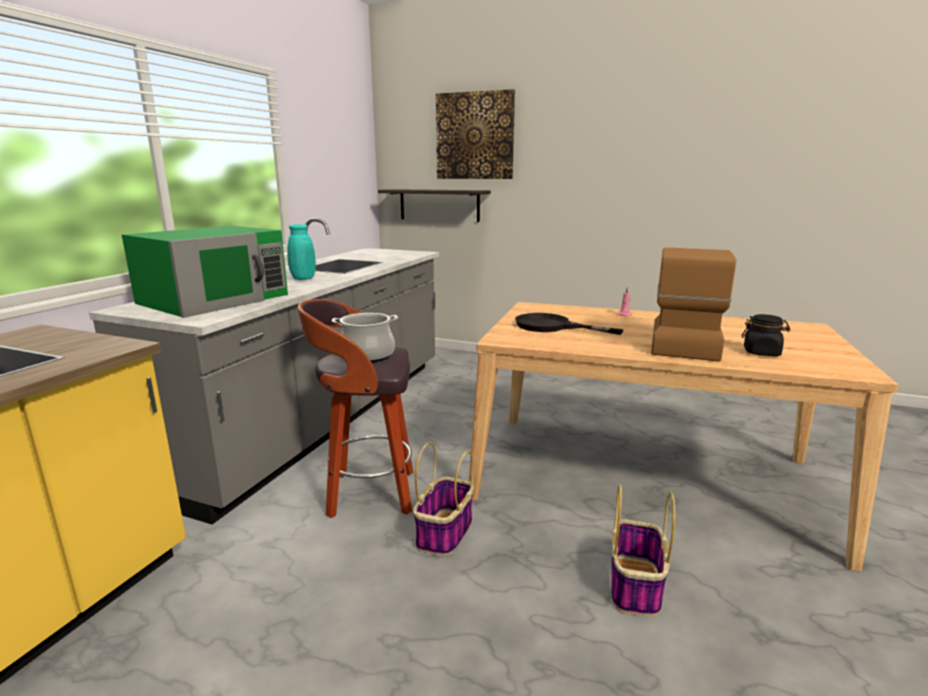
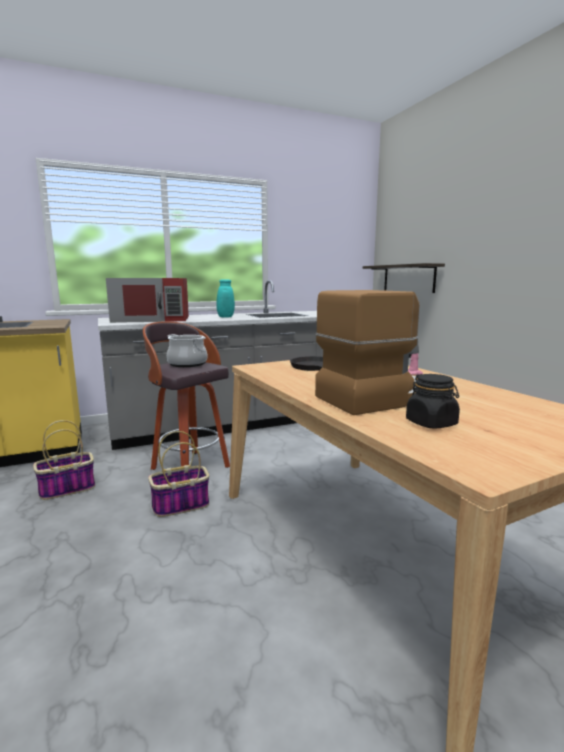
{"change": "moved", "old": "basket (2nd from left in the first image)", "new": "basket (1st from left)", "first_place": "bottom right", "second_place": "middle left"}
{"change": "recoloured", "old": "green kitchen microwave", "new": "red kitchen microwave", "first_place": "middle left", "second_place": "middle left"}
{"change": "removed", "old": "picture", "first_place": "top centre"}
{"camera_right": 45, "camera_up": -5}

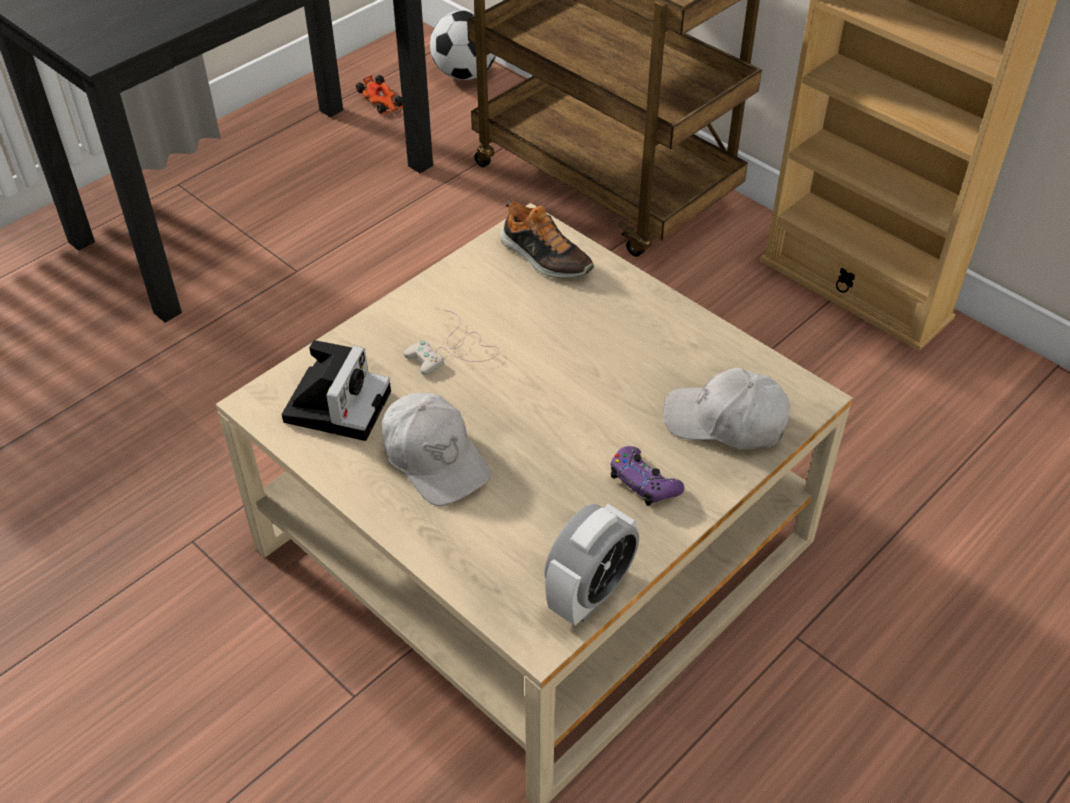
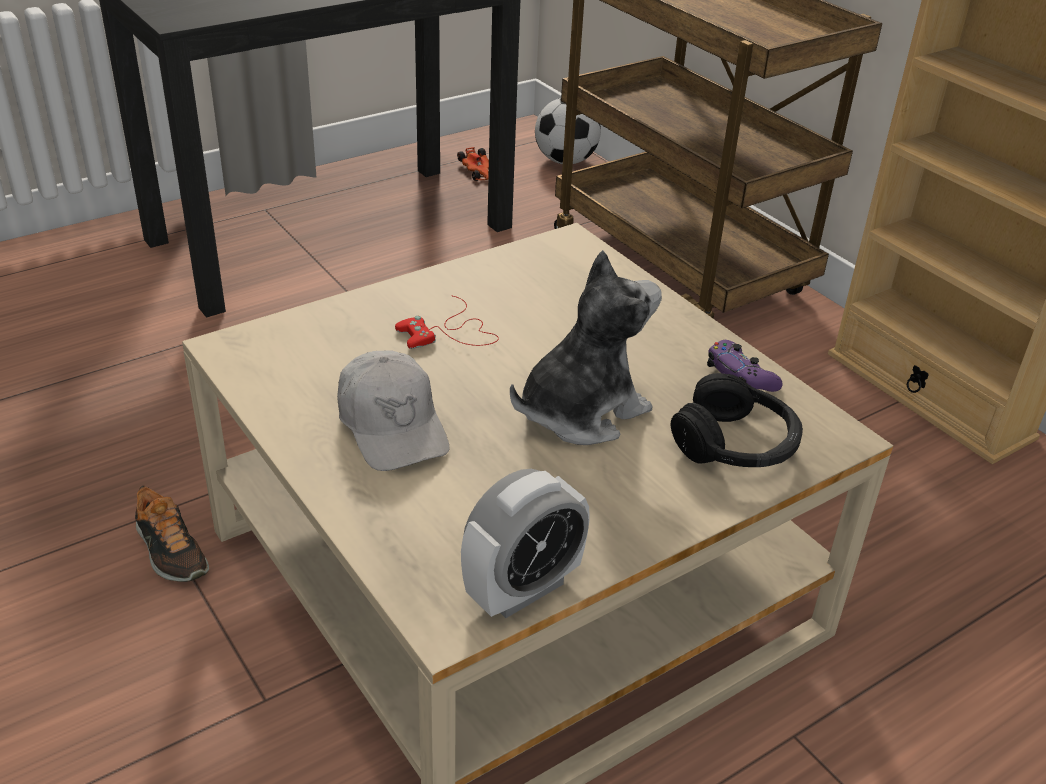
{"change": "moved", "old": "shoe", "first_place": "top centre", "second_place": "bottom left"}
{"change": "recoloured", "old": "white-coloured gamepad", "new": "red gamepad", "first_place": "centre", "second_place": "centre"}
{"change": "added", "new": "soft toy", "second_place": "centre"}
{"change": "replaced", "old": "white-coloured peaked cap (2nd from left)", "new": "black-coloured headphones", "first_place": "middle right", "second_place": "middle right"}
{"change": "moved", "old": "purple-coloured gamepad", "first_place": "centre", "second_place": "middle right"}
{"change": "removed", "old": "still camera", "first_place": "middle left"}
{"camera_right": 10, "camera_up": -10}

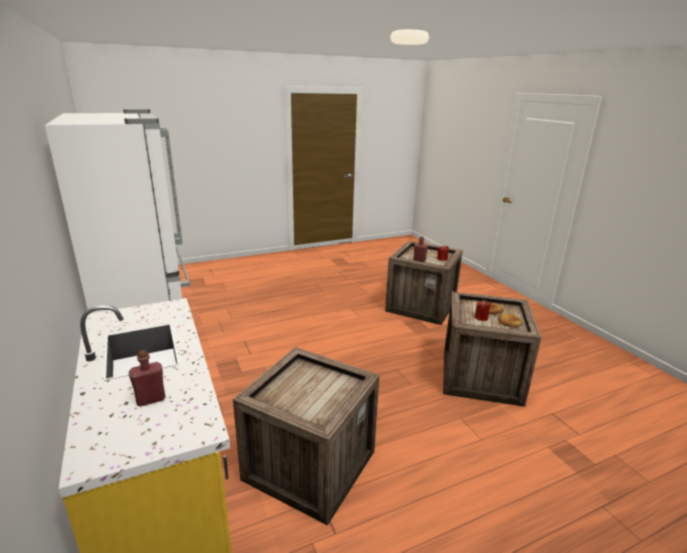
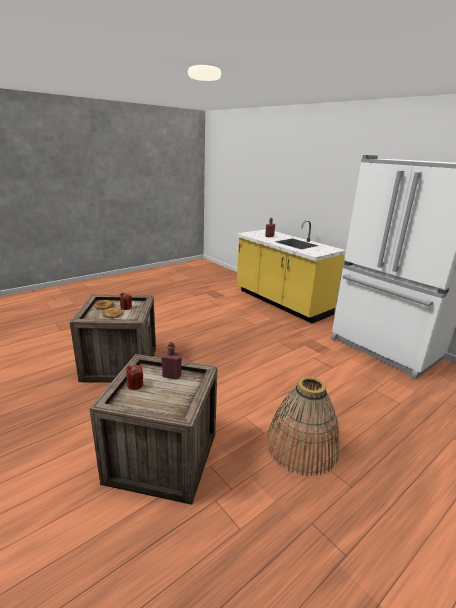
{"change": "added", "new": "basket", "second_place": "bottom centre"}
{"change": "removed", "old": "packing crate (1st from left)", "first_place": "bottom centre"}
{"camera_right": 165, "camera_up": 0}

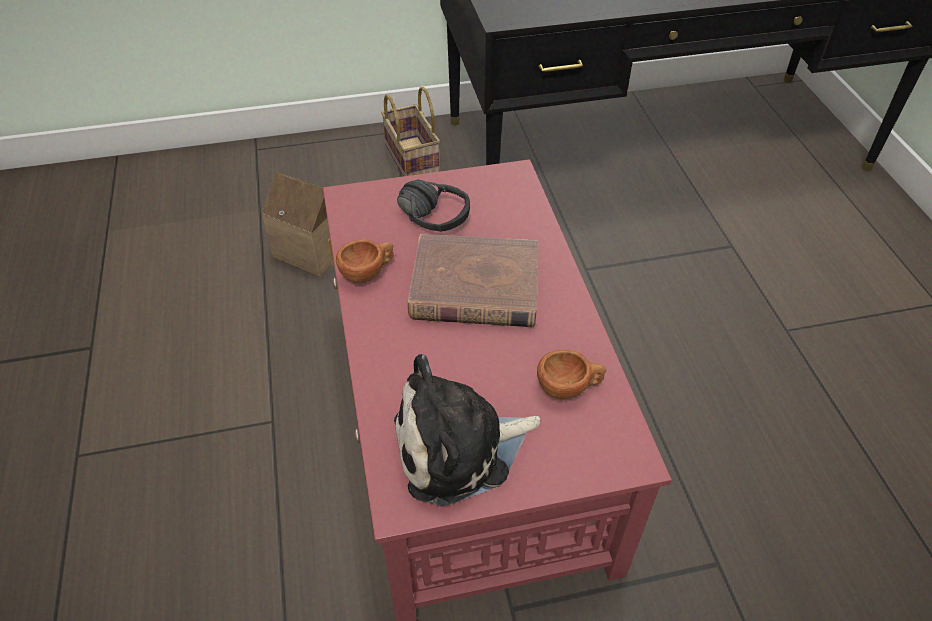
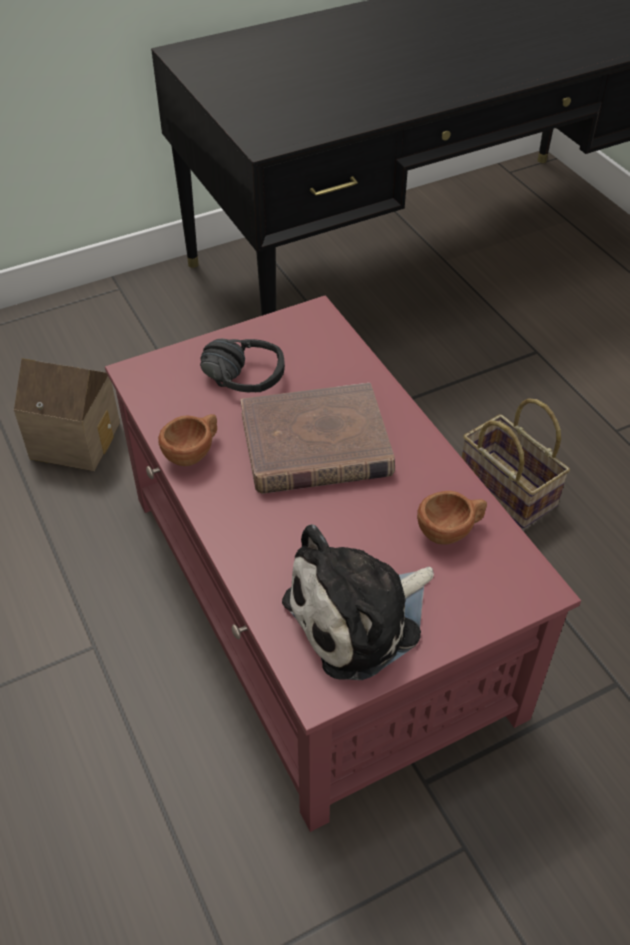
{"change": "moved", "old": "basket", "first_place": "top centre", "second_place": "middle right"}
{"camera_right": -15, "camera_up": 0}

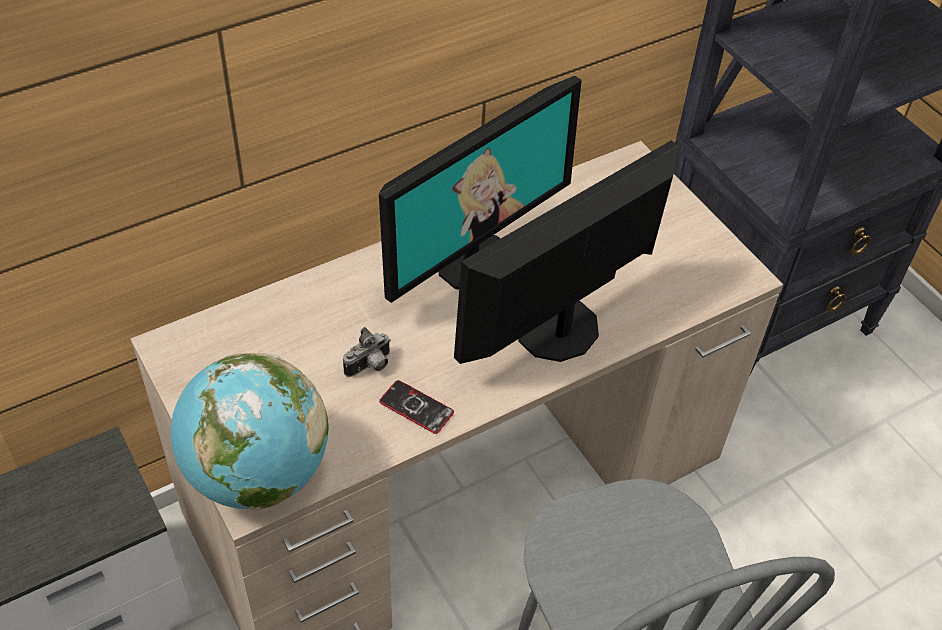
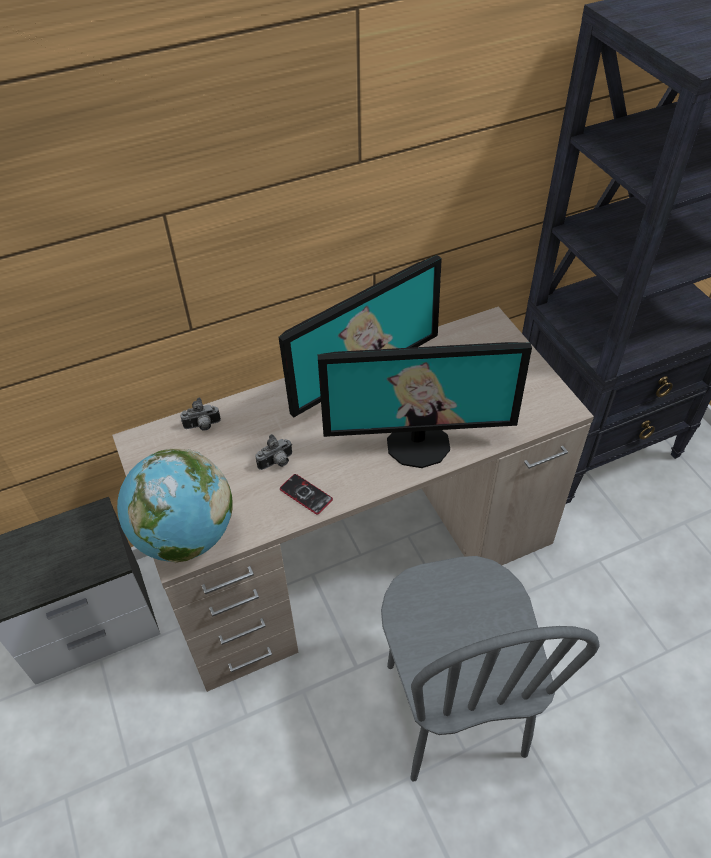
{"change": "added", "new": "still camera (1st from left)", "second_place": "middle left"}
{"change": "turned", "old": "monitor (2nd from left)", "first_place": "centre", "second_place": "centre", "degrees": -150}
{"camera_right": 10, "camera_up": 0}

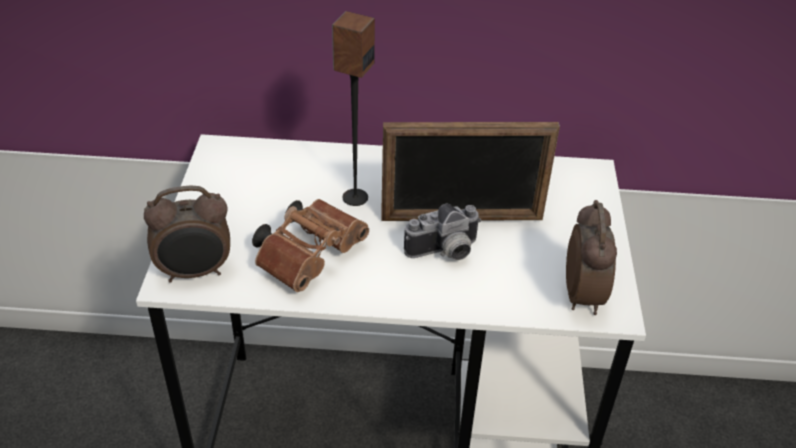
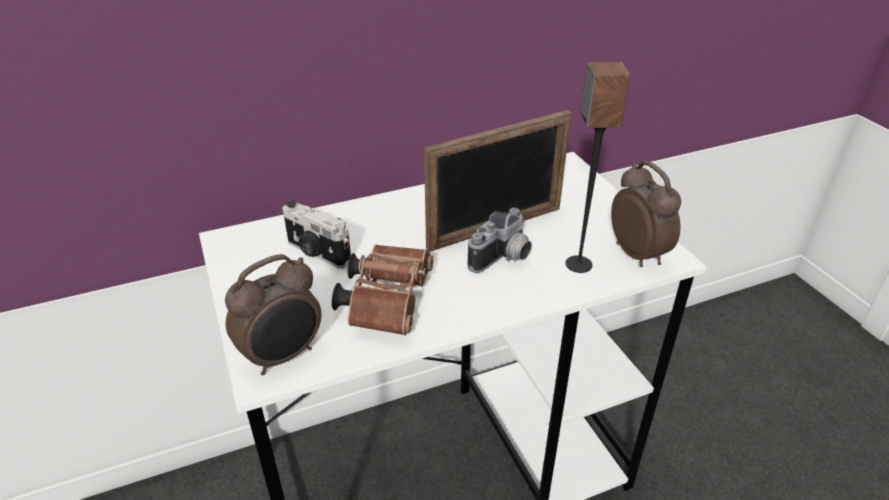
{"change": "added", "new": "still camera (1st from left)", "second_place": "centre"}
{"change": "moved", "old": "loudspeaker", "first_place": "top centre", "second_place": "middle right"}
{"camera_right": -25, "camera_up": -5}

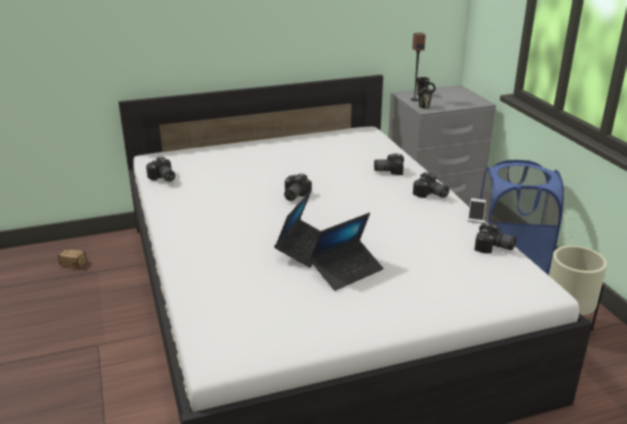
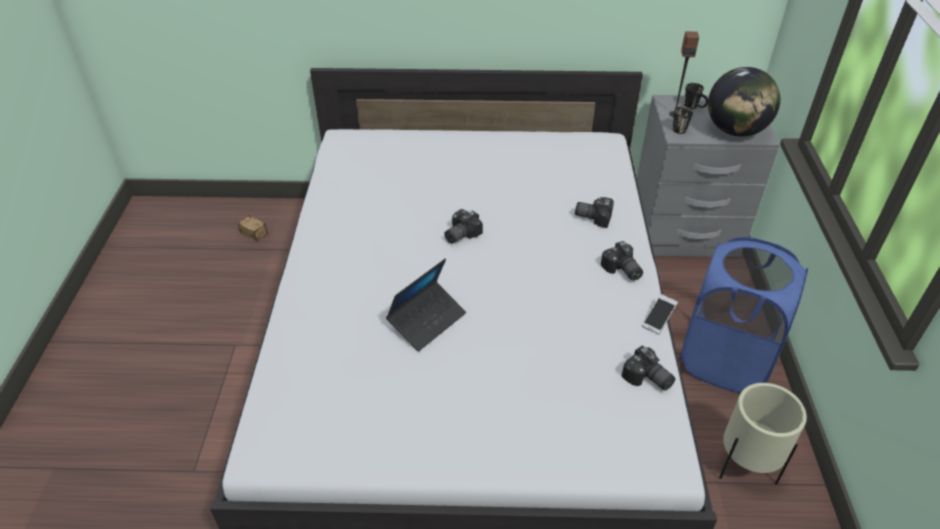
{"change": "added", "new": "world globe", "second_place": "top right"}
{"change": "removed", "old": "still camera (1st from left)", "first_place": "middle left"}
{"change": "removed", "old": "laptop (2nd from left)", "first_place": "centre"}
{"camera_right": 20, "camera_up": 15}

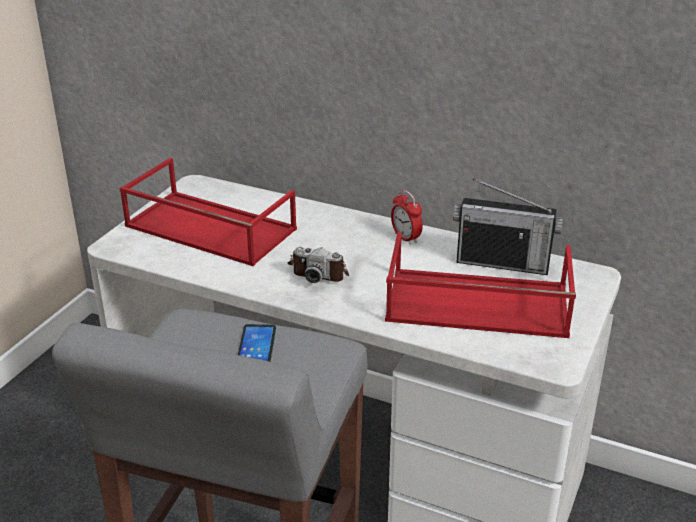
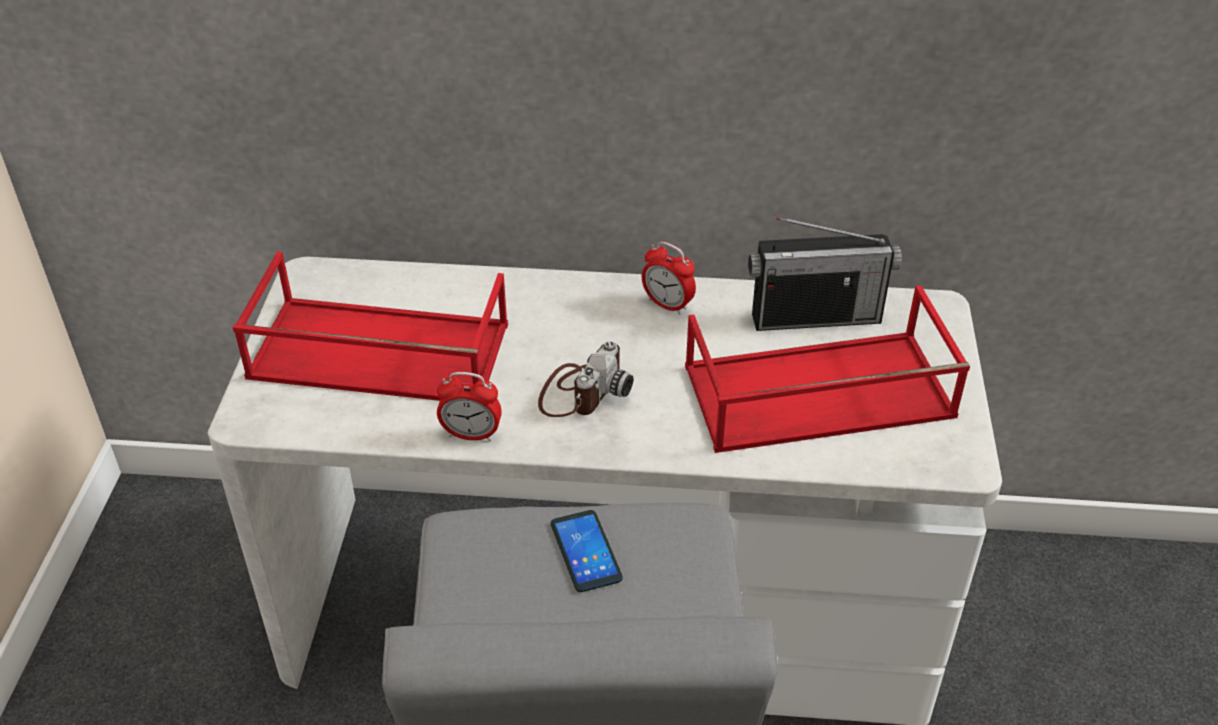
{"change": "added", "new": "bedside clock (1st from left)", "second_place": "centre"}
{"change": "turned", "old": "still camera", "first_place": "centre", "second_place": "centre", "degrees": -60}
{"camera_right": -20, "camera_up": 10}

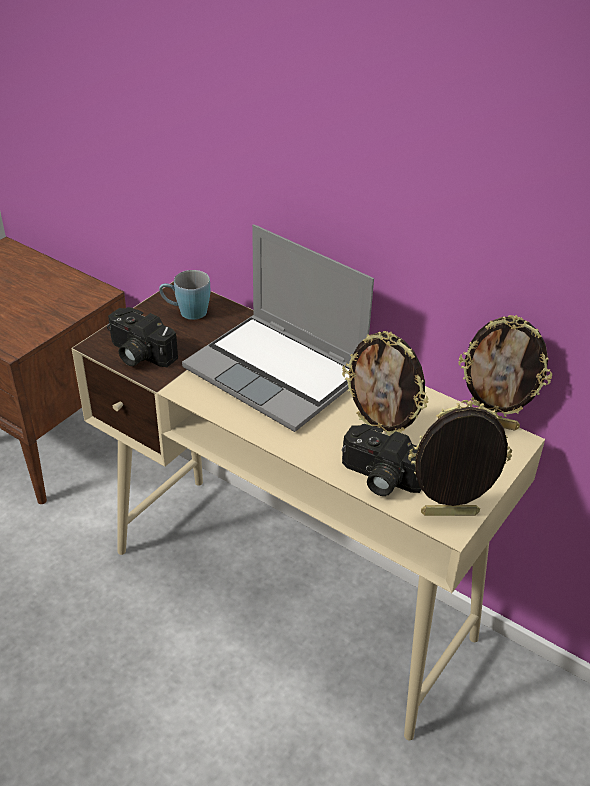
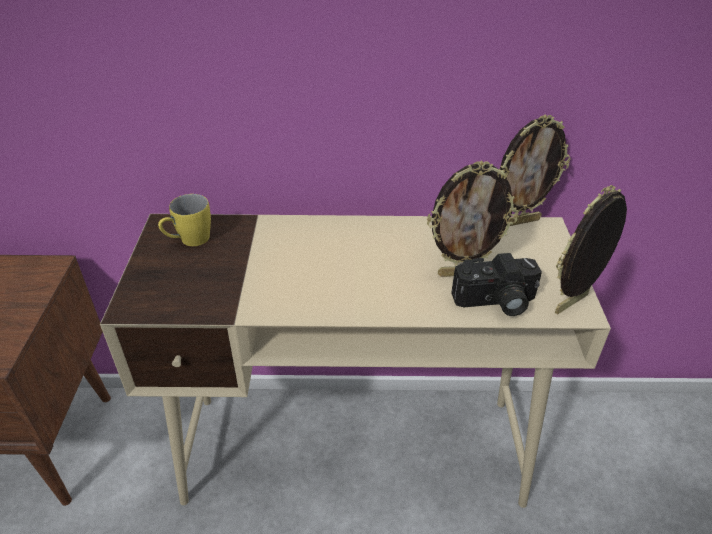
{"change": "recoloured", "old": "blue tea mug", "new": "yellowish tea mug", "first_place": "middle left", "second_place": "middle left"}
{"change": "removed", "old": "still camera (1st from left)", "first_place": "middle left"}
{"change": "removed", "old": "laptop", "first_place": "centre"}
{"camera_right": -35, "camera_up": 0}

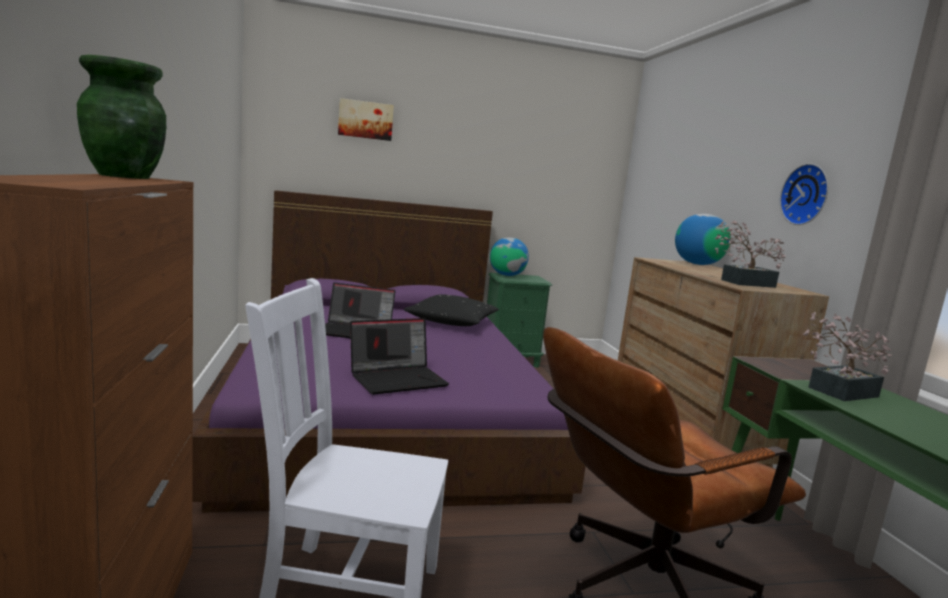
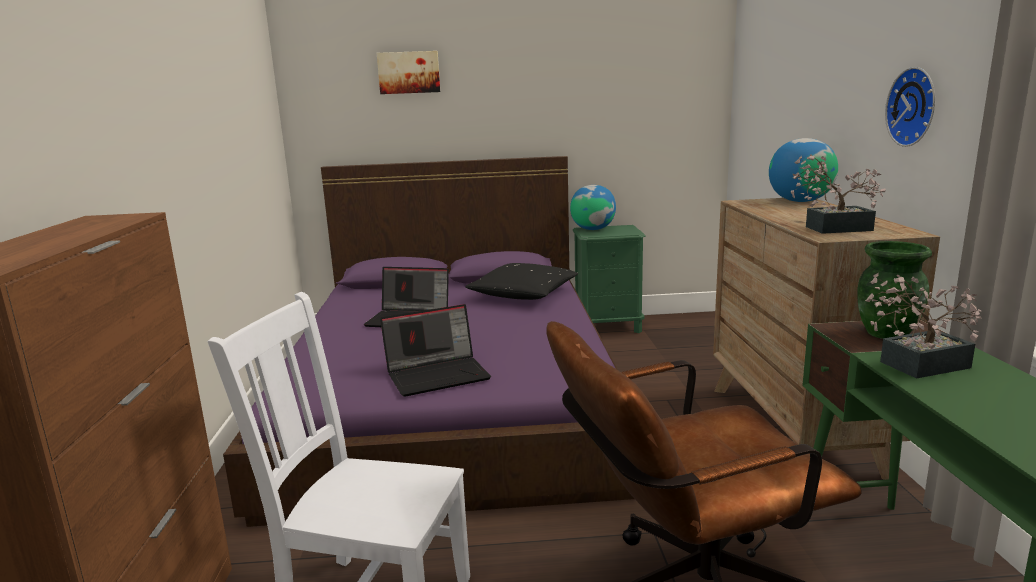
{"change": "moved", "old": "green decorative vase", "first_place": "top left", "second_place": "middle right"}
{"camera_right": 10, "camera_up": 5}

